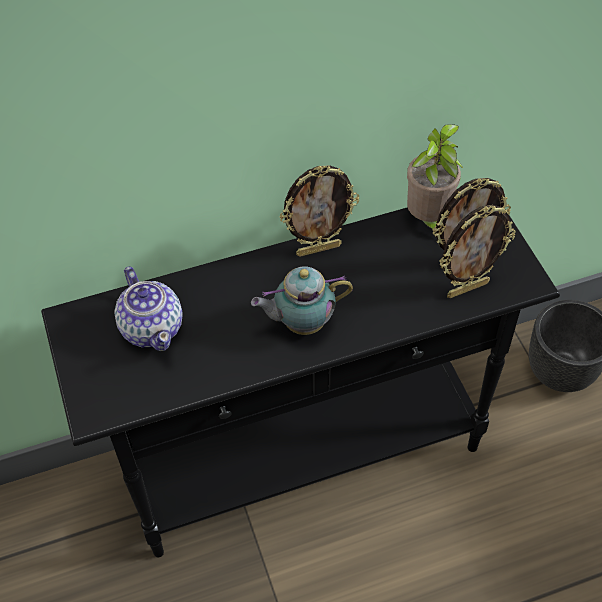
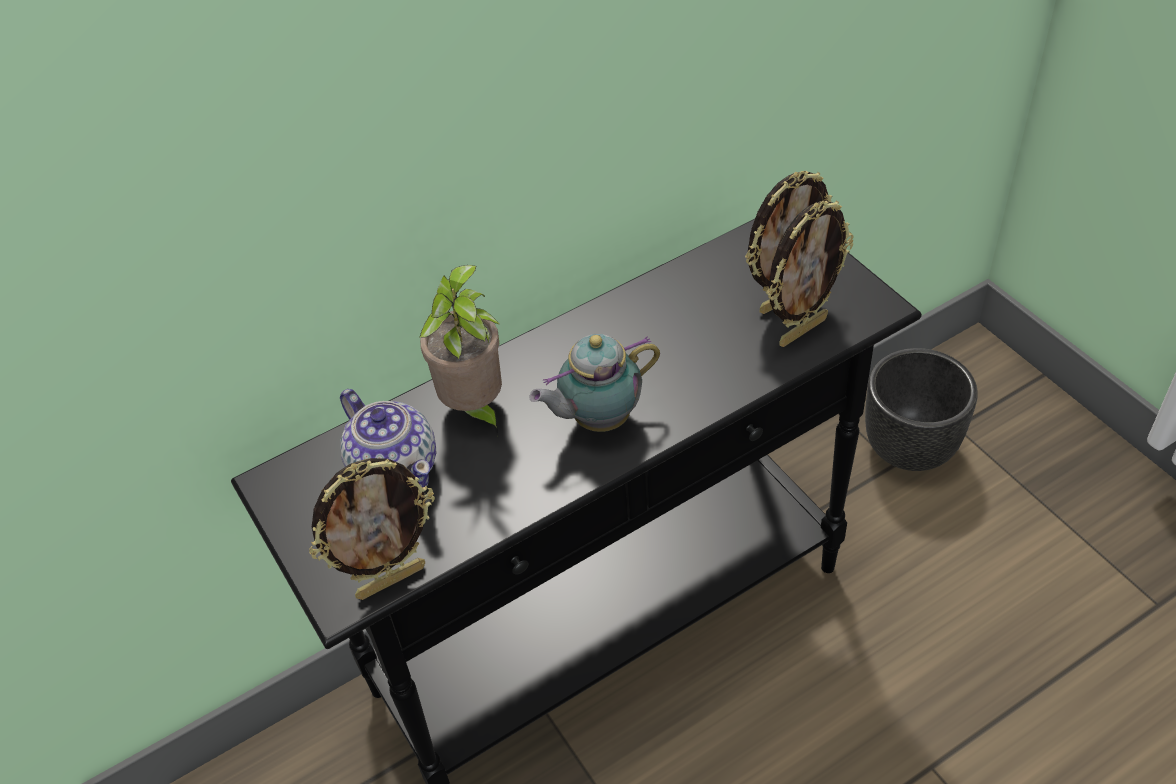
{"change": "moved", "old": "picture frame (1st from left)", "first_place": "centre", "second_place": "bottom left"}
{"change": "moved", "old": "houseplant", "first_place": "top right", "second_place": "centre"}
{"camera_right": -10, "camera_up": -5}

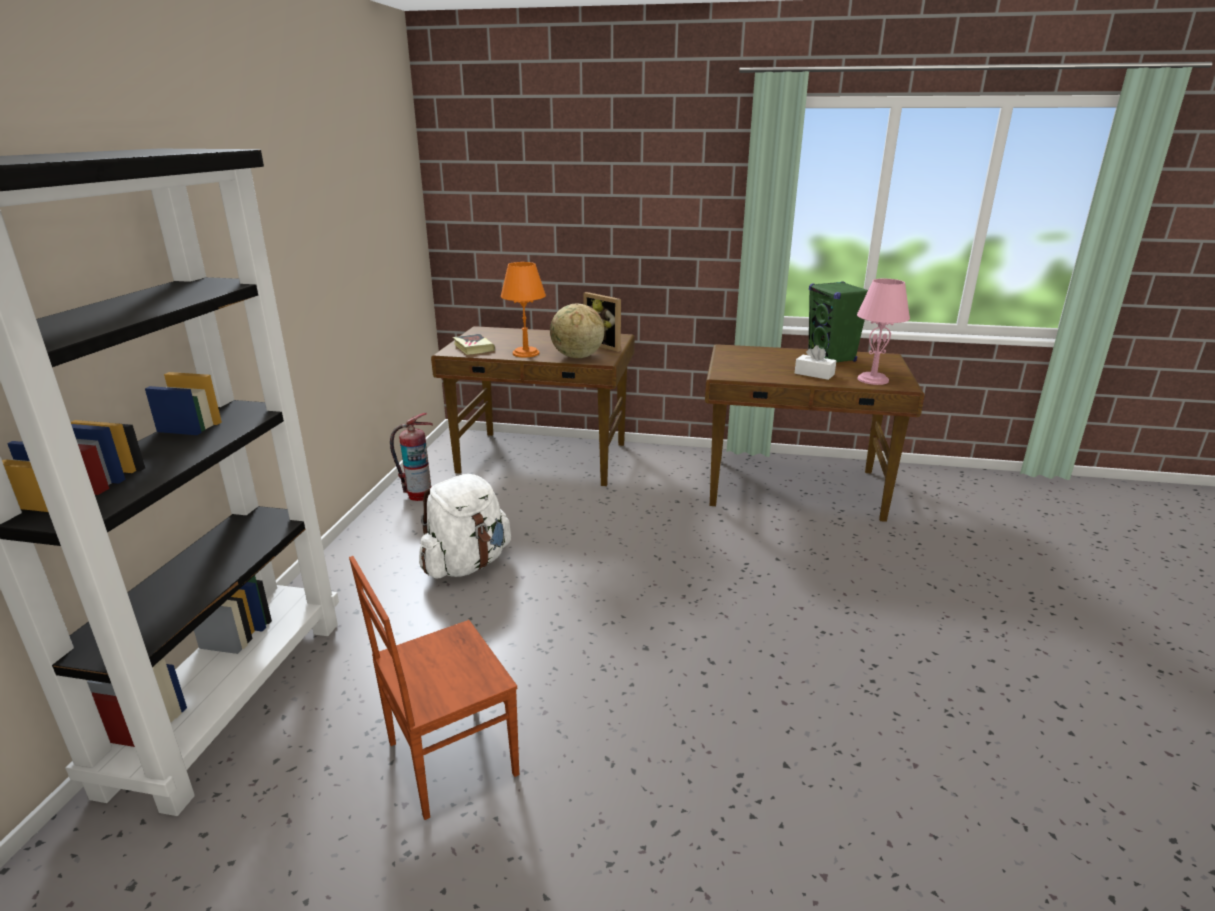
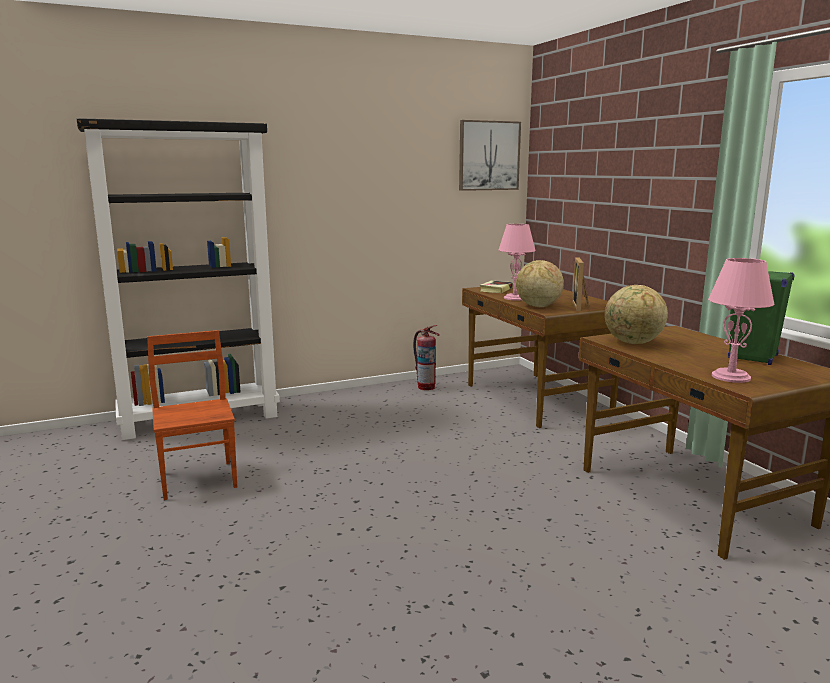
{"change": "turned", "old": "brown-coloured upright chair", "first_place": "bottom centre", "second_place": "middle left", "degrees": 45}
{"change": "added", "new": "picture", "second_place": "top centre"}
{"change": "recoloured", "old": "orange lamp for a table", "new": "pink lamp for a table (1st from left)", "first_place": "centre", "second_place": "centre"}
{"change": "added", "new": "world globe (2nd from left)", "second_place": "middle right"}
{"change": "removed", "old": "white-coloured knapsack", "first_place": "centre"}
{"change": "removed", "old": "white-coloured tissue holder", "first_place": "middle right"}
{"camera_right": 55, "camera_up": -10}

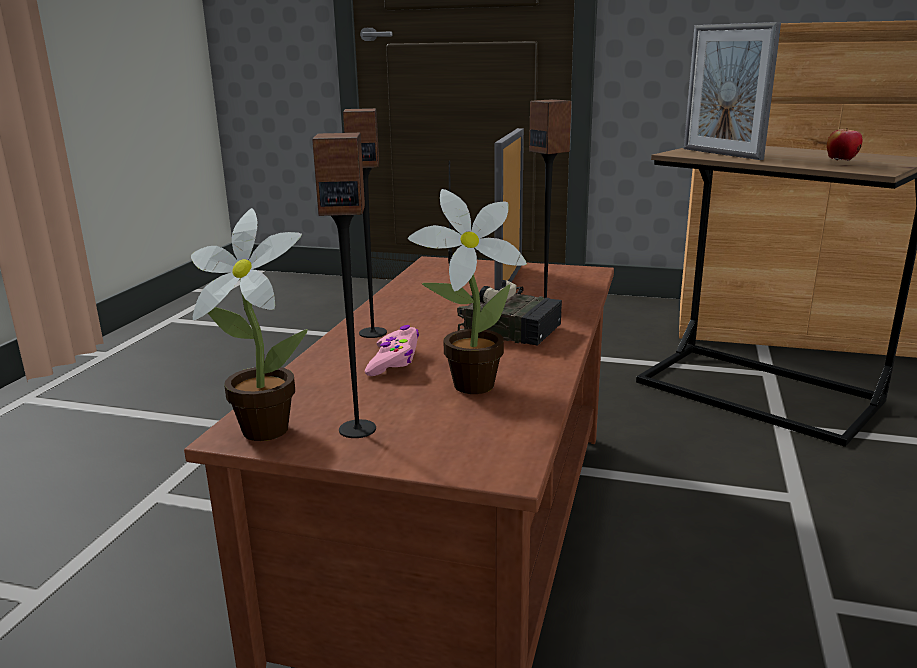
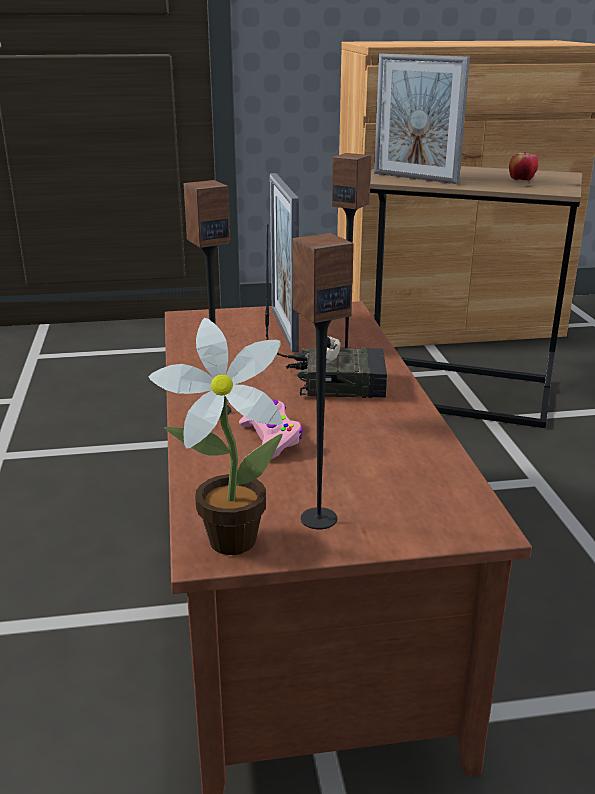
{"change": "removed", "old": "houseplant (2nd from left)", "first_place": "centre"}
{"camera_right": -25, "camera_up": 5}

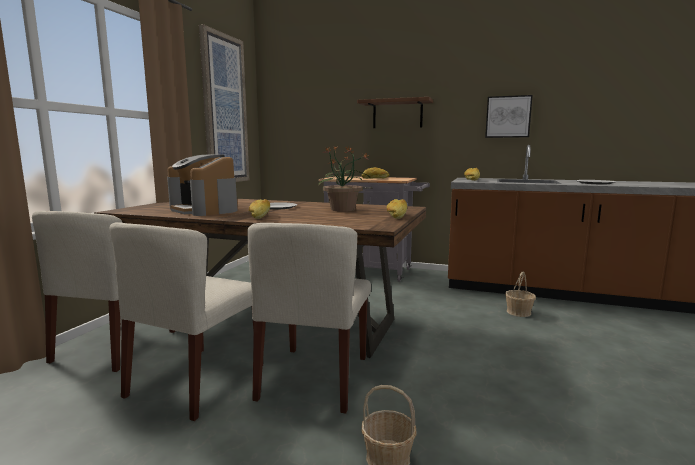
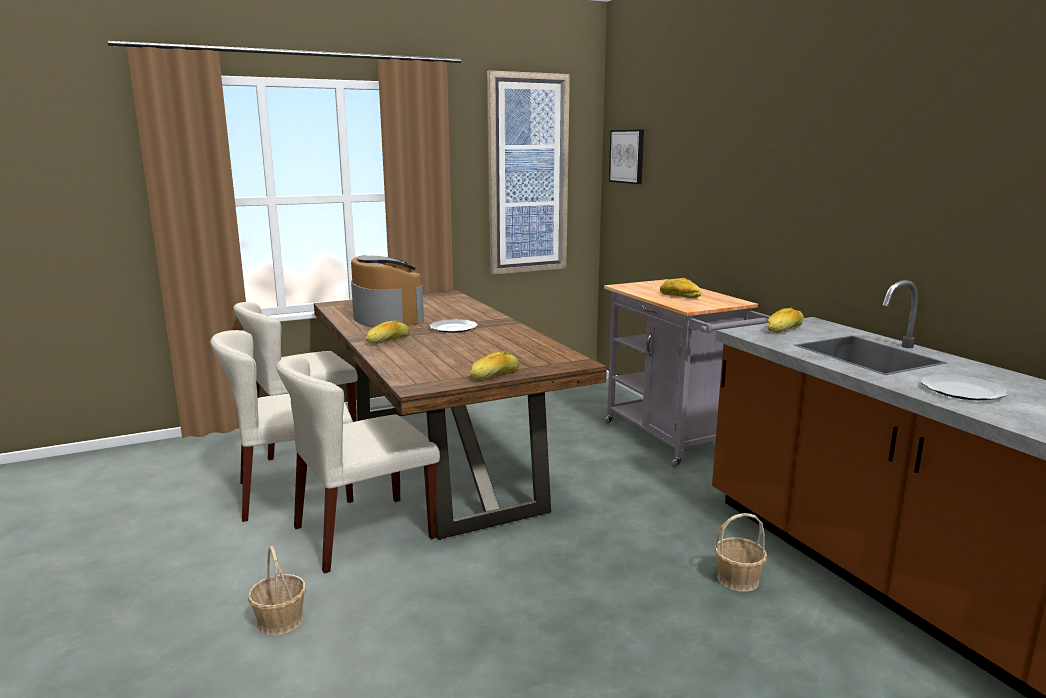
{"change": "turned", "old": "coffee brewer", "first_place": "middle left", "second_place": "centre", "degrees": 150}
{"change": "moved", "old": "picture (2nd from left)", "first_place": "top right", "second_place": "top centre"}
{"change": "removed", "old": "houseplant", "first_place": "centre"}
{"change": "removed", "old": "brown-coloured bracket shelf", "first_place": "top centre"}
{"camera_right": 45, "camera_up": 5}

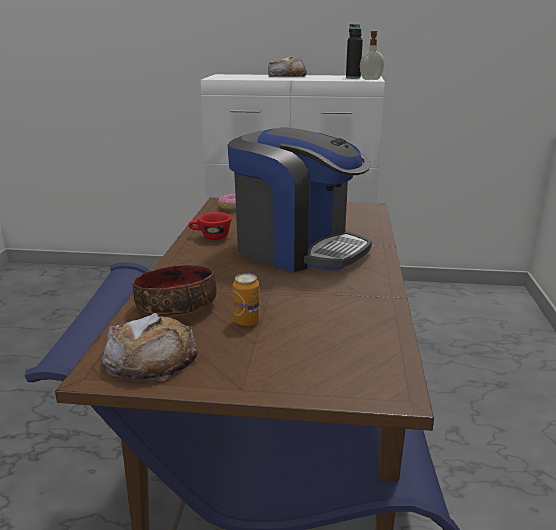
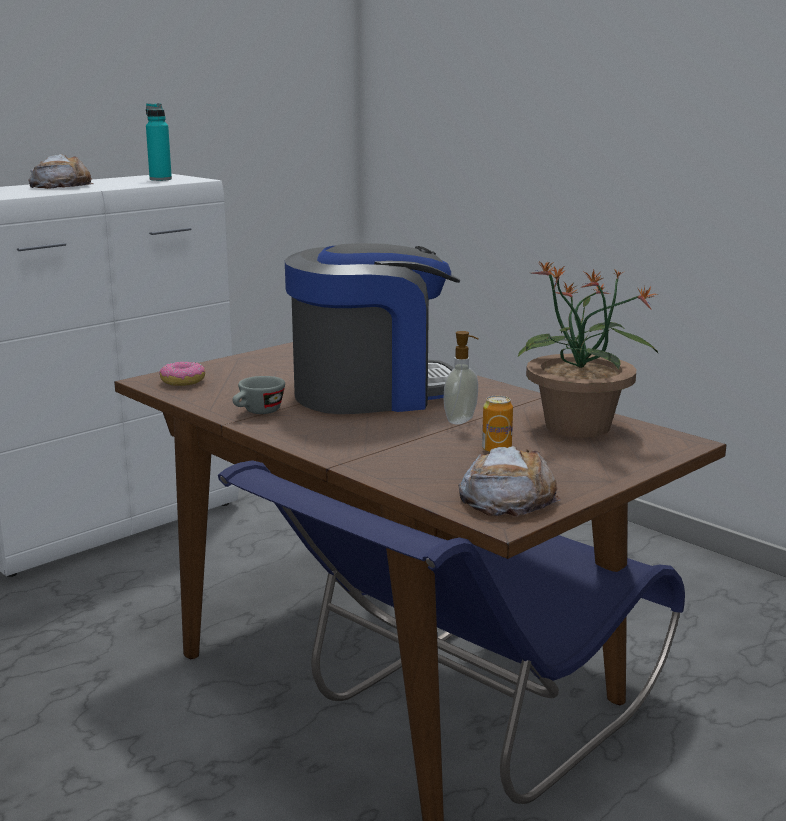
{"change": "recoloured", "old": "black-coloured bottle", "new": "turquoise-coloured bottle", "first_place": "top centre", "second_place": "top left"}
{"change": "recoloured", "old": "red small cup", "new": "gray small cup", "first_place": "centre", "second_place": "middle left"}
{"change": "moved", "old": "soap dispenser", "first_place": "top right", "second_place": "centre"}
{"change": "added", "new": "houseplant", "second_place": "middle right"}
{"change": "removed", "old": "deep dish", "first_place": "middle left"}
{"camera_right": -50, "camera_up": -5}

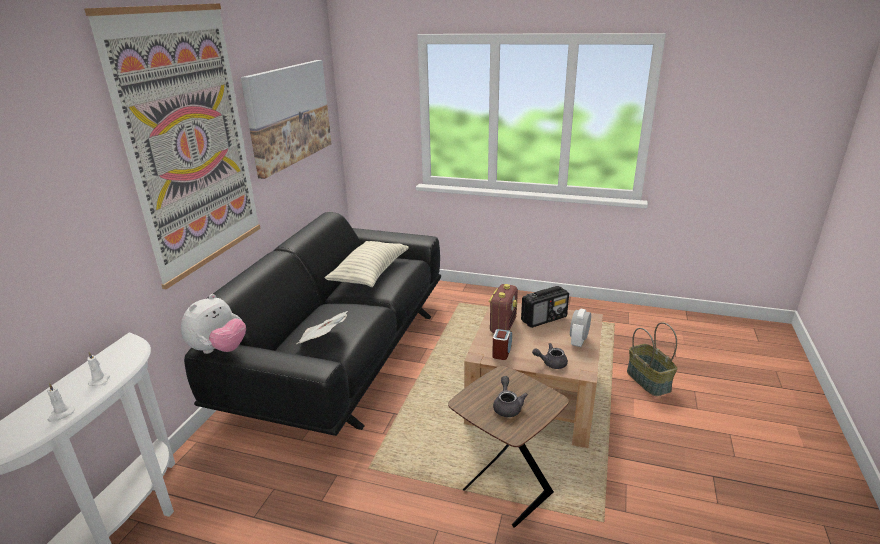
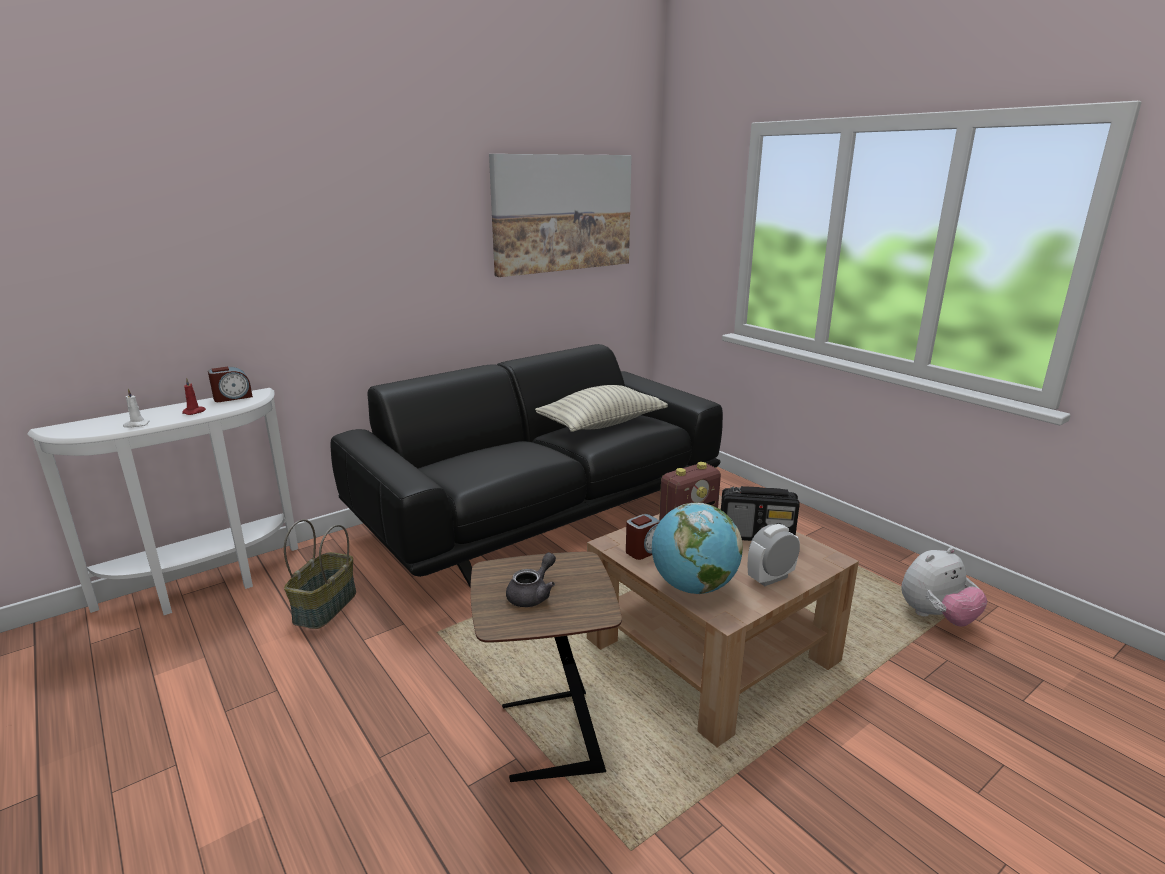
{"change": "recoloured", "old": "white-coloured wax light (2nd from left)", "new": "red wax light", "first_place": "bottom left", "second_place": "middle left"}
{"change": "added", "new": "bedside clock (1st from left)", "second_place": "middle left"}
{"change": "moved", "old": "basket", "first_place": "middle right", "second_place": "middle left"}
{"change": "replaced", "old": "gray pot for tea (2nd from left)", "new": "world globe", "first_place": "centre", "second_place": "centre"}
{"change": "moved", "old": "soft toy", "first_place": "middle left", "second_place": "bottom right"}
{"change": "removed", "old": "picture (1st from left)", "first_place": "top left"}
{"change": "removed", "old": "printed paper", "first_place": "centre"}
{"camera_right": 35, "camera_up": -5}

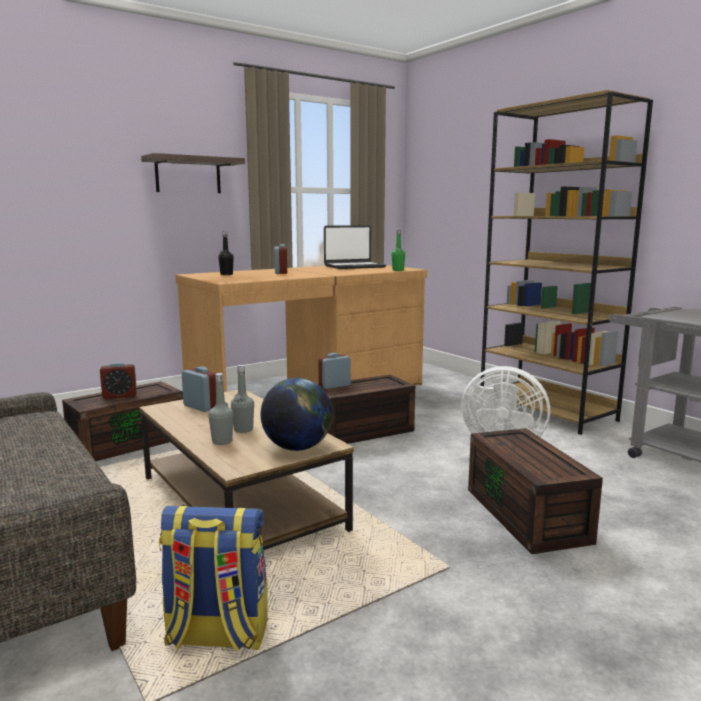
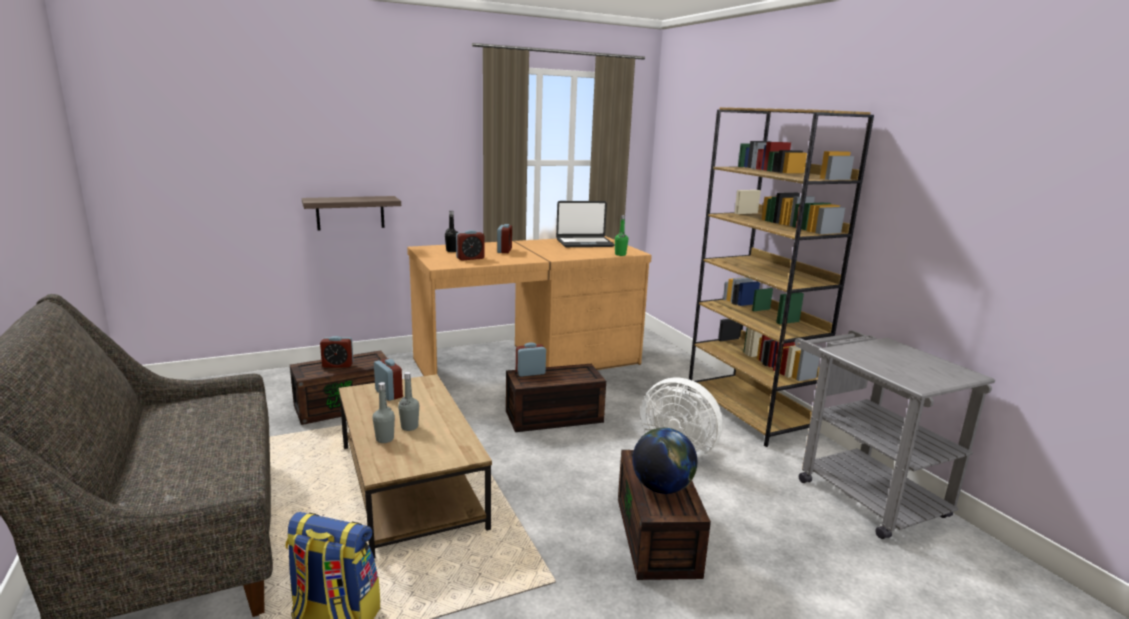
{"change": "moved", "old": "bracket shelf", "first_place": "top left", "second_place": "middle left"}
{"change": "added", "new": "bedside clock (3rd from left)", "second_place": "centre"}
{"change": "moved", "old": "world globe", "first_place": "centre", "second_place": "bottom centre"}
{"camera_right": 10, "camera_up": 5}

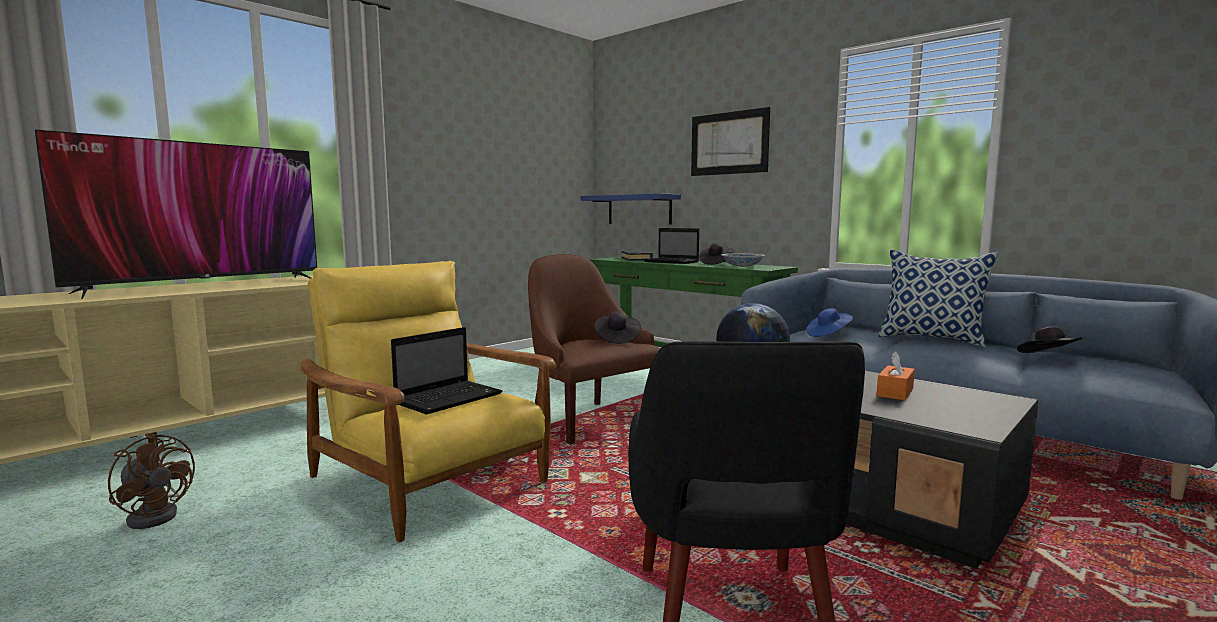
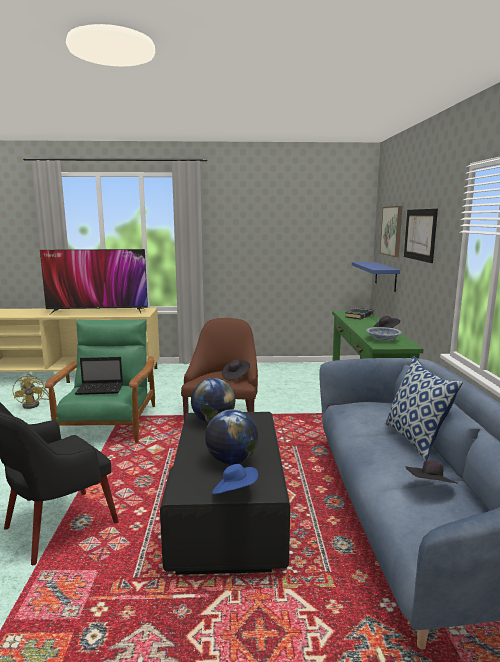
{"change": "recoloured", "old": "brown-coloured fan", "new": "yellowish fan", "first_place": "bottom left", "second_place": "middle left"}
{"change": "recoloured", "old": "yellowish lounge chair", "new": "green lounge chair", "first_place": "centre", "second_place": "middle left"}
{"change": "replaced", "old": "orange tissue holder", "new": "world globe (2nd from left)", "first_place": "middle right", "second_place": "centre"}
{"change": "moved", "old": "blue wearable hat", "first_place": "middle right", "second_place": "bottom centre"}
{"change": "added", "new": "picture (1st from left)", "second_place": "middle right"}
{"change": "removed", "old": "laptop (2nd from left)", "first_place": "centre"}
{"camera_right": 45, "camera_up": 5}

